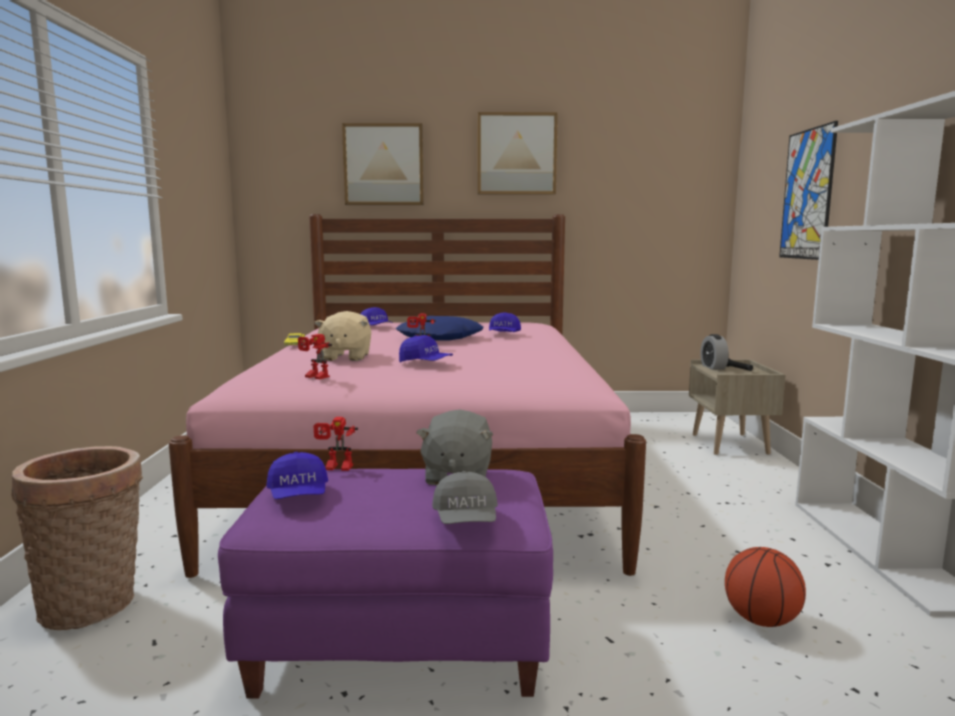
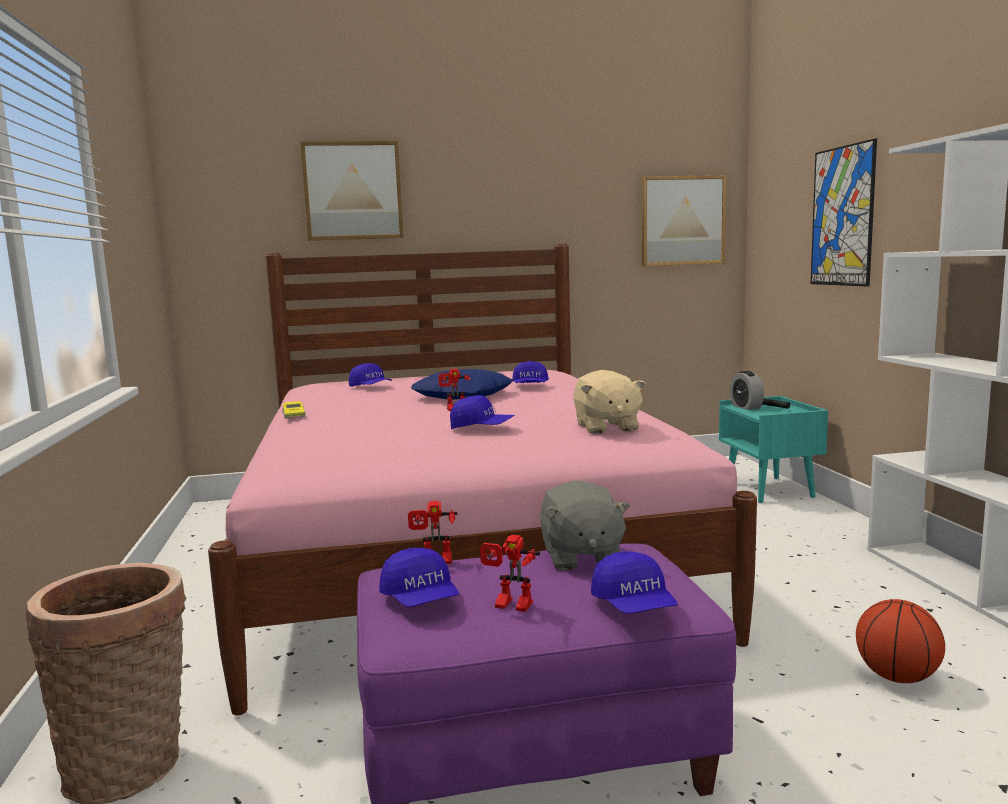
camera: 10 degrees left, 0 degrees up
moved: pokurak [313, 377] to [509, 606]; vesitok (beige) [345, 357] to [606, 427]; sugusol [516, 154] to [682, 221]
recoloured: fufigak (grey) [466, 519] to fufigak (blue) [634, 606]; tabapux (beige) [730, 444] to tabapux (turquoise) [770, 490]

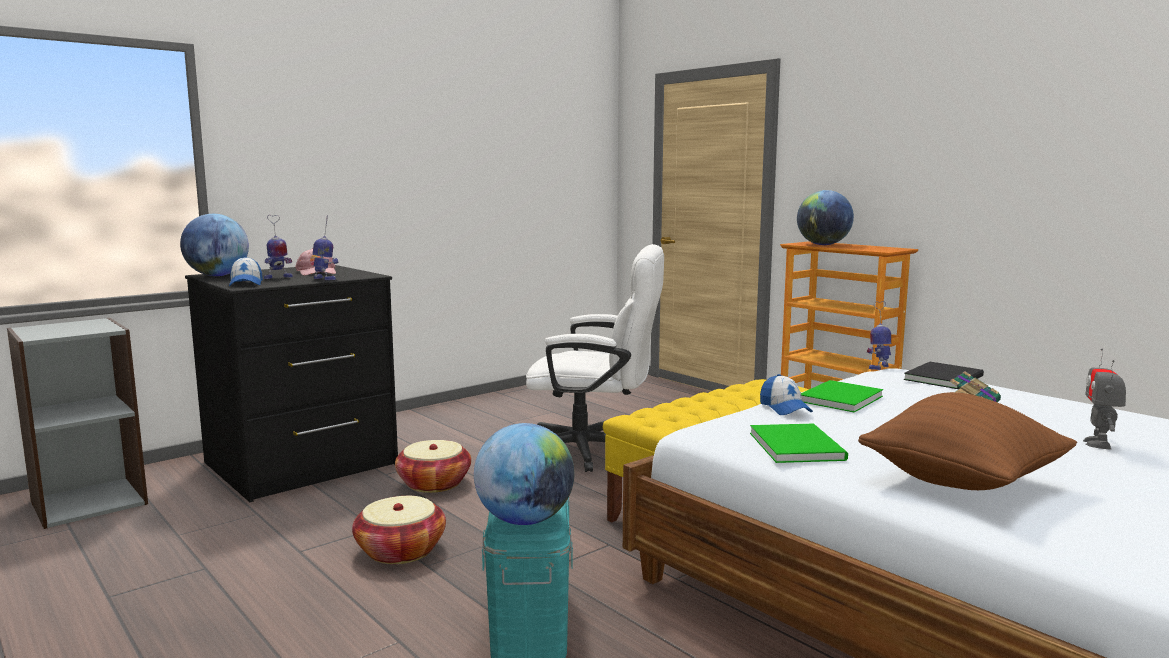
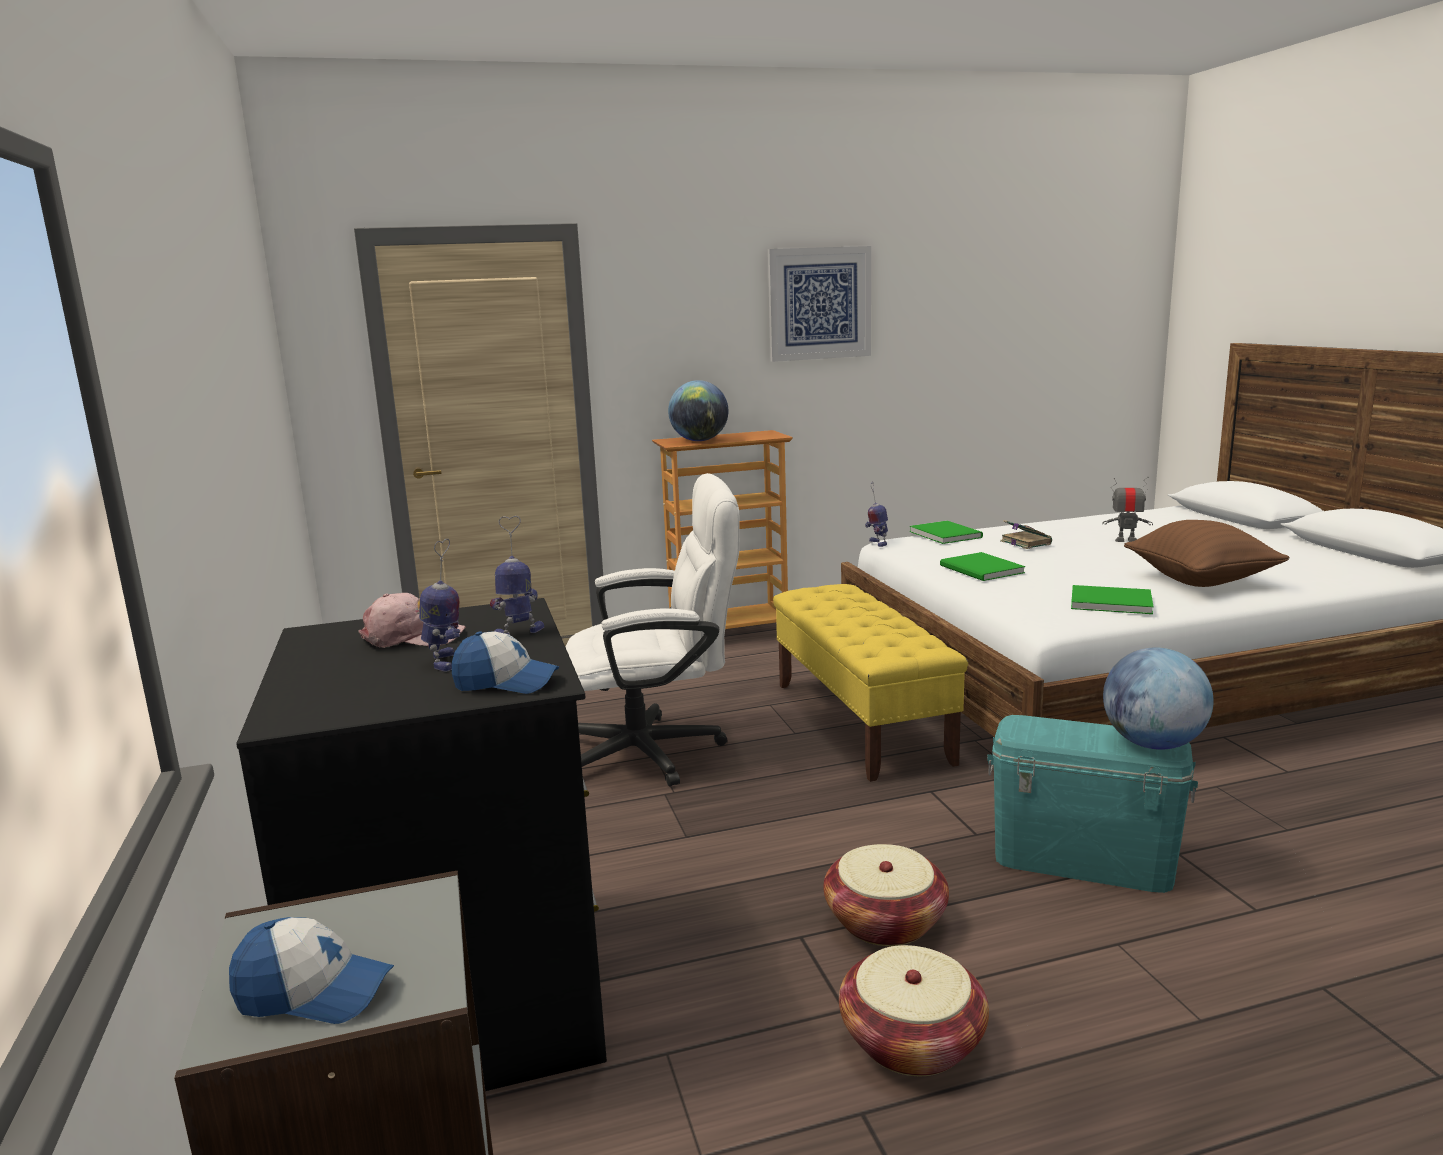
camera: 65 degrees left, 5 degrees up
removed: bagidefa [217, 276]
added: sugusol [819, 303]
moved: fufigak [784, 408] to [314, 993]; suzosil [434, 483] to [912, 1041]
recoloured: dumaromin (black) [946, 378] to dumaromin (green) [945, 534]
turned: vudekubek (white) [594, 451] = [657, 751] 45 degrees clockwise; pokurak [1098, 444] = [1126, 540] 150 degrees clockwise

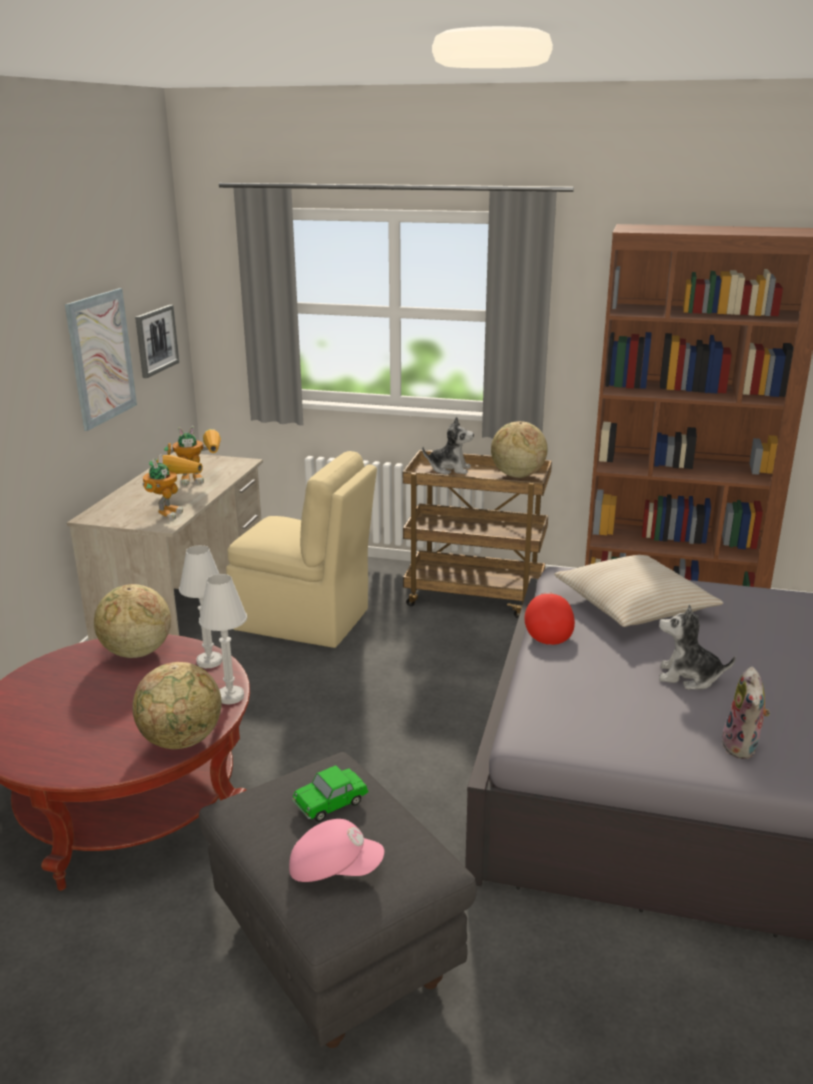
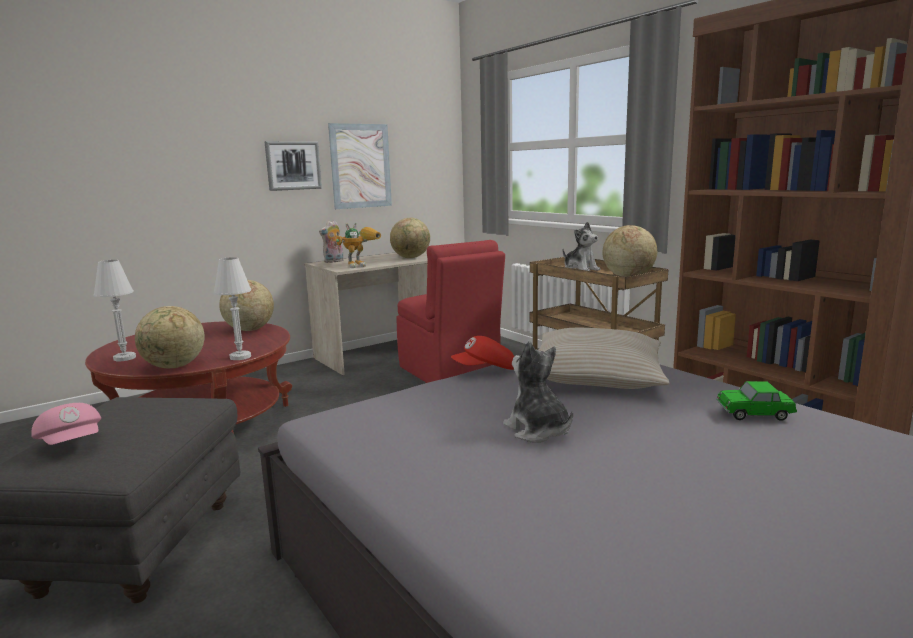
camera: 40 degrees right, 10 degrees down
moved: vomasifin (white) [209, 661] to [124, 358]; sugusol [156, 340] to [293, 165]; vesitok [742, 747] to [334, 261]; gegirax [330, 803] to [754, 414]
replaced: pokurak [201, 479] to bagidefa [411, 258]
recoloured: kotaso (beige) [305, 620] to kotaso (red) [449, 373]
turned: fufigak (red) [547, 629] = [485, 370] 150 degrees counterclockwise

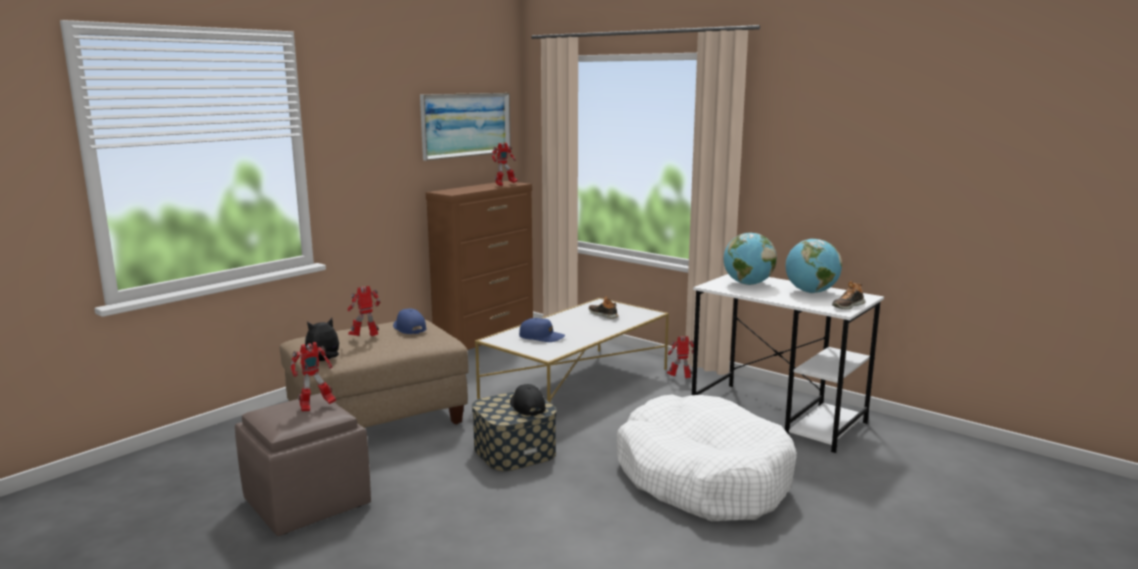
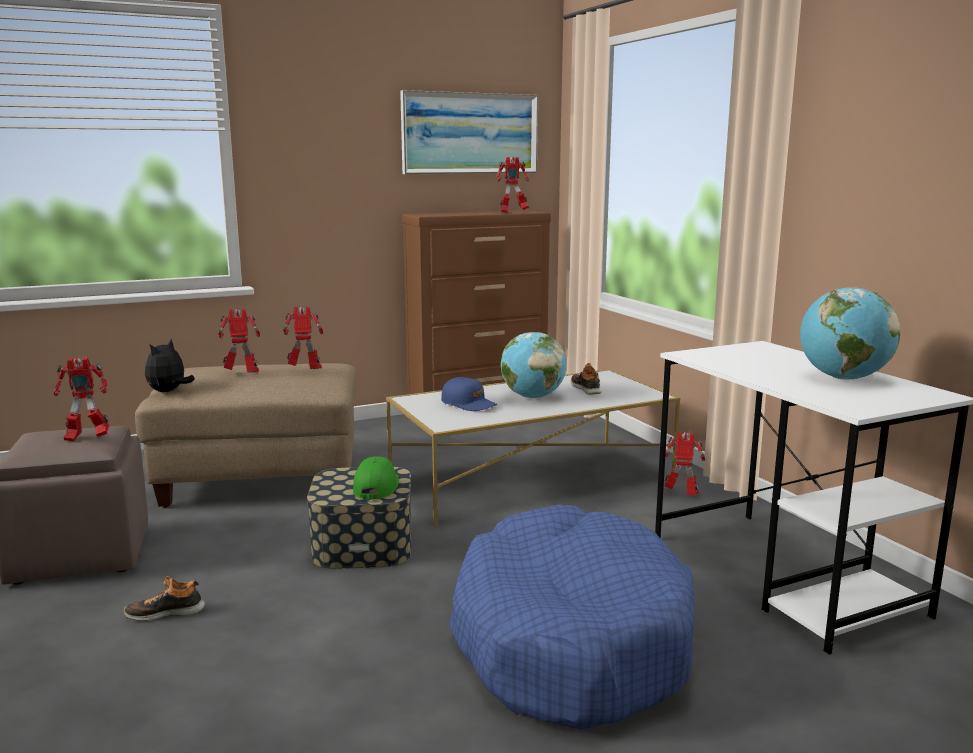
camera: 25 degrees right, 0 degrees up
moved: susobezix [847, 306] to [165, 612]; bagidefa [747, 284] to [532, 397]
replaced: fufigak (blue) [409, 328] to pokurak [305, 370]
recoloured: fufigak (black) [527, 406] to fufigak (green) [376, 487]; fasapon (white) [703, 477] to fasapon (blue) [569, 640]
turned: vesitok [324, 360] = [168, 391] 60 degrees counterclockwise

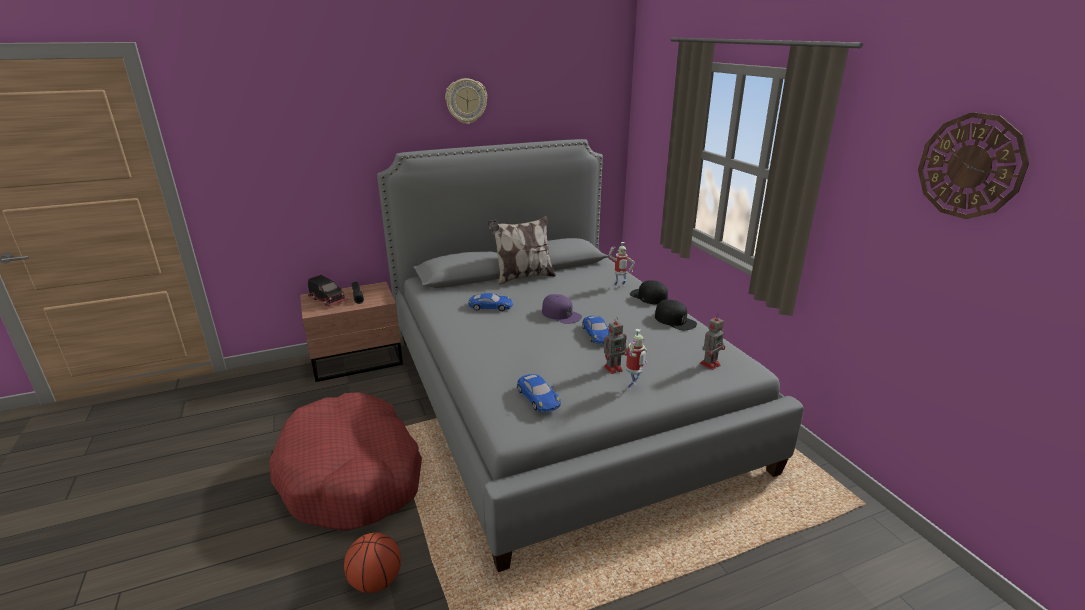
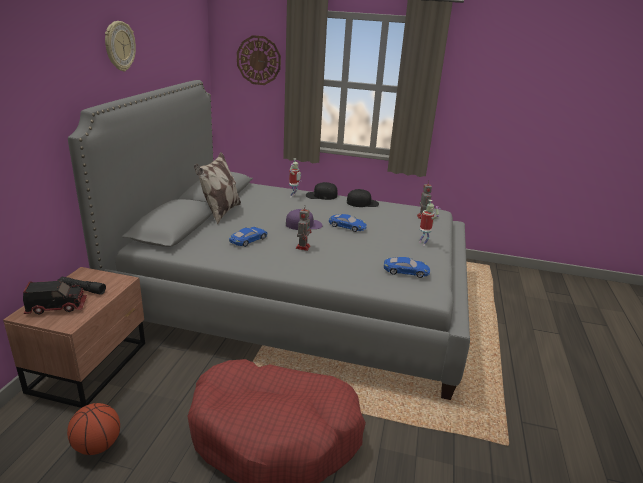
camera: 55 degrees left, 0 degrees up
moved: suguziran [375, 581] to [97, 446]; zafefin [970, 166] to [258, 60]; pokurak [614, 368] to [303, 247]

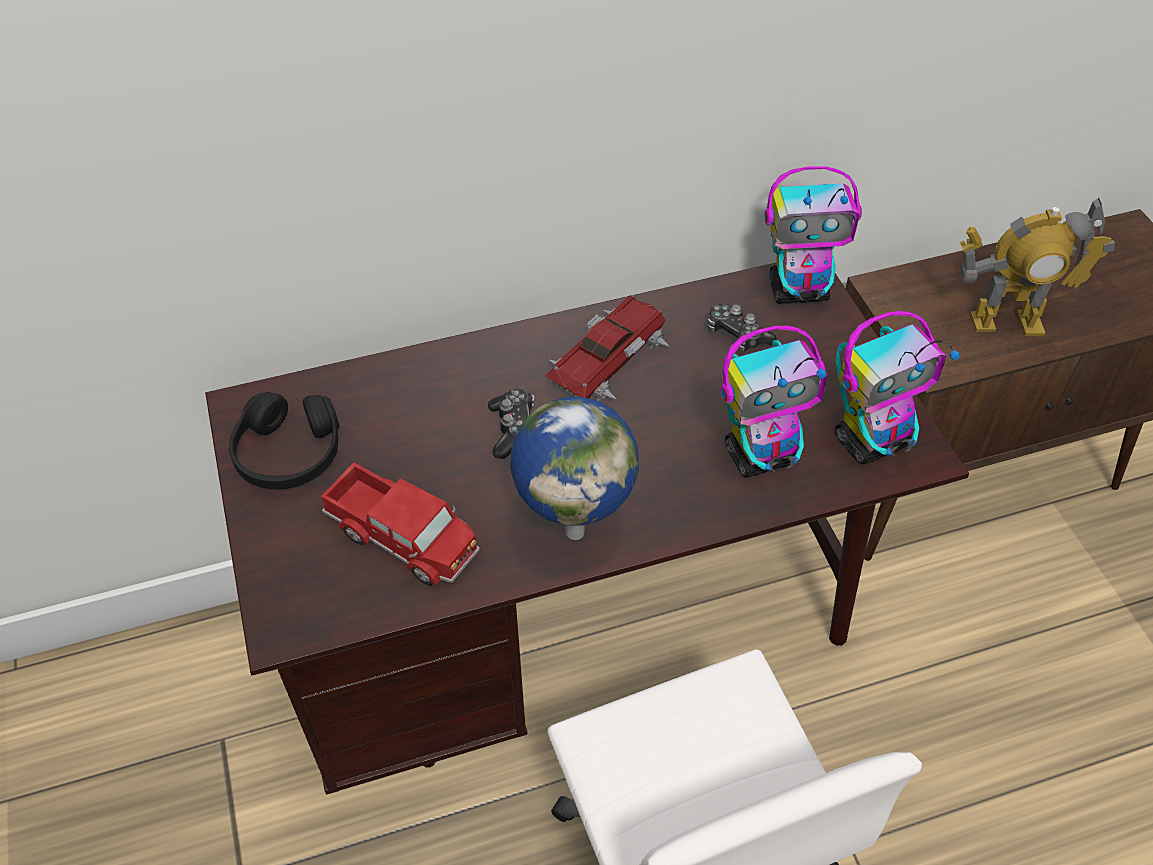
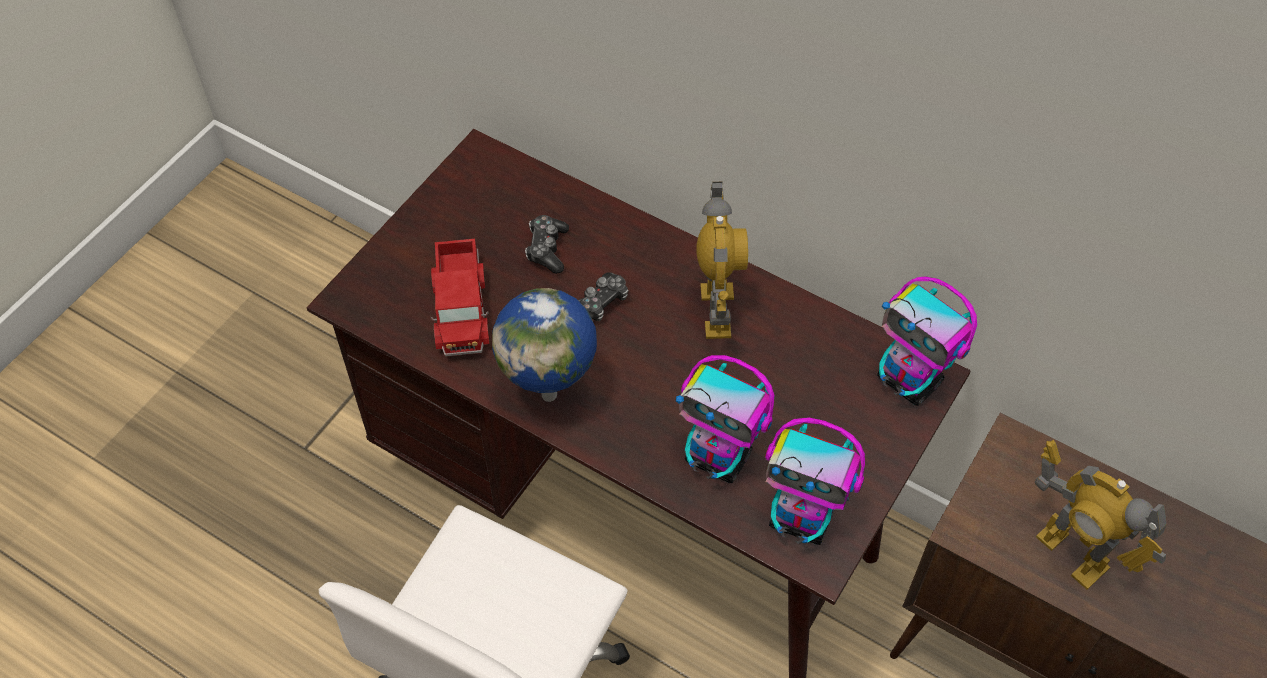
camera: 50 degrees right, 5 degrees up
removed: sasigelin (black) [288, 453]
moved: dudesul [737, 334] to [547, 249]
replaced: gegirax [608, 358] to pokurak [716, 310]

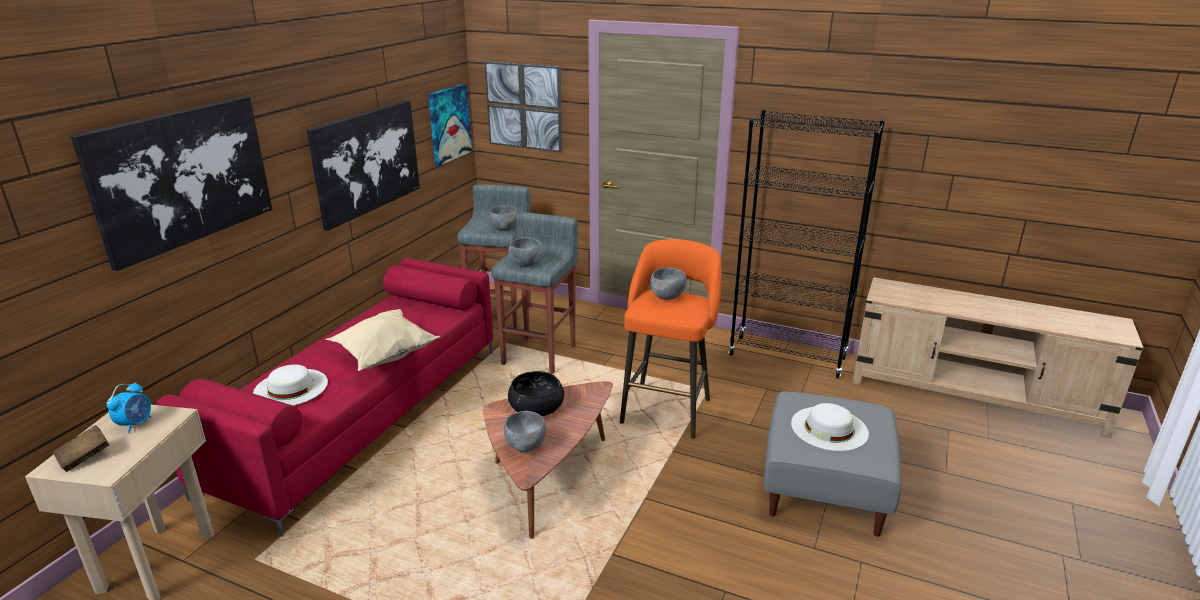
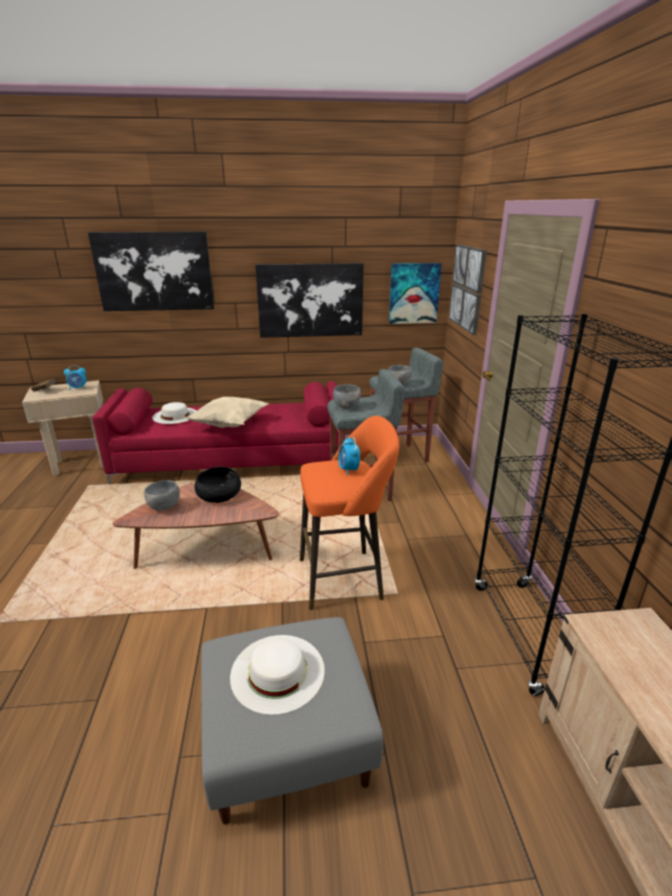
camera: 60 degrees right, 0 degrees up
replaced: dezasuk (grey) [668, 297] to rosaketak [348, 470]

